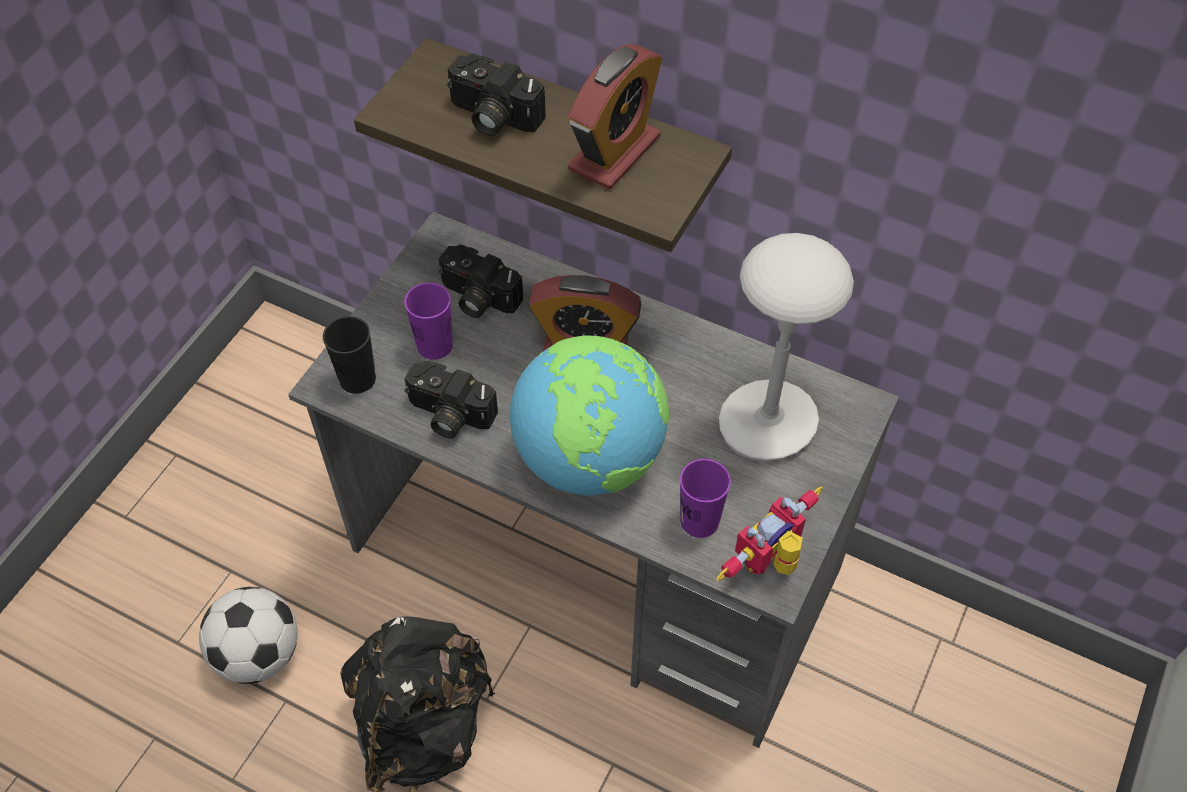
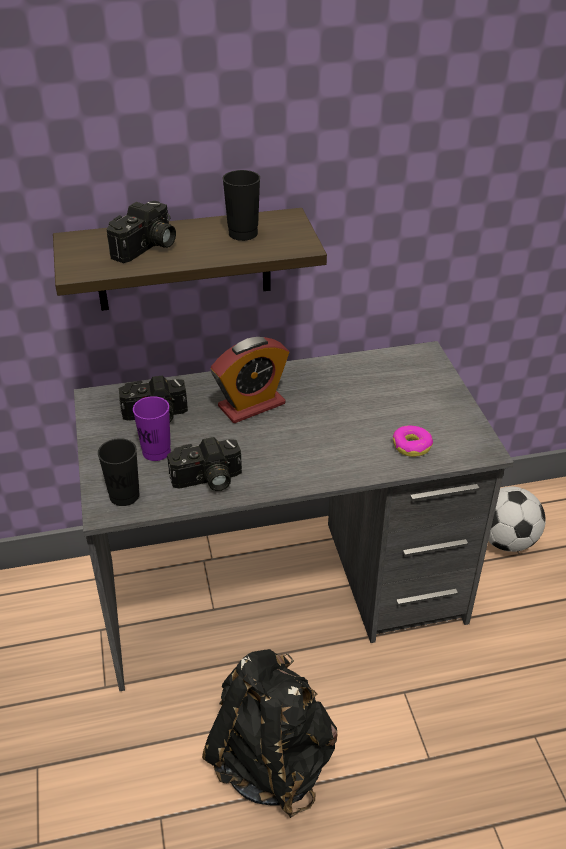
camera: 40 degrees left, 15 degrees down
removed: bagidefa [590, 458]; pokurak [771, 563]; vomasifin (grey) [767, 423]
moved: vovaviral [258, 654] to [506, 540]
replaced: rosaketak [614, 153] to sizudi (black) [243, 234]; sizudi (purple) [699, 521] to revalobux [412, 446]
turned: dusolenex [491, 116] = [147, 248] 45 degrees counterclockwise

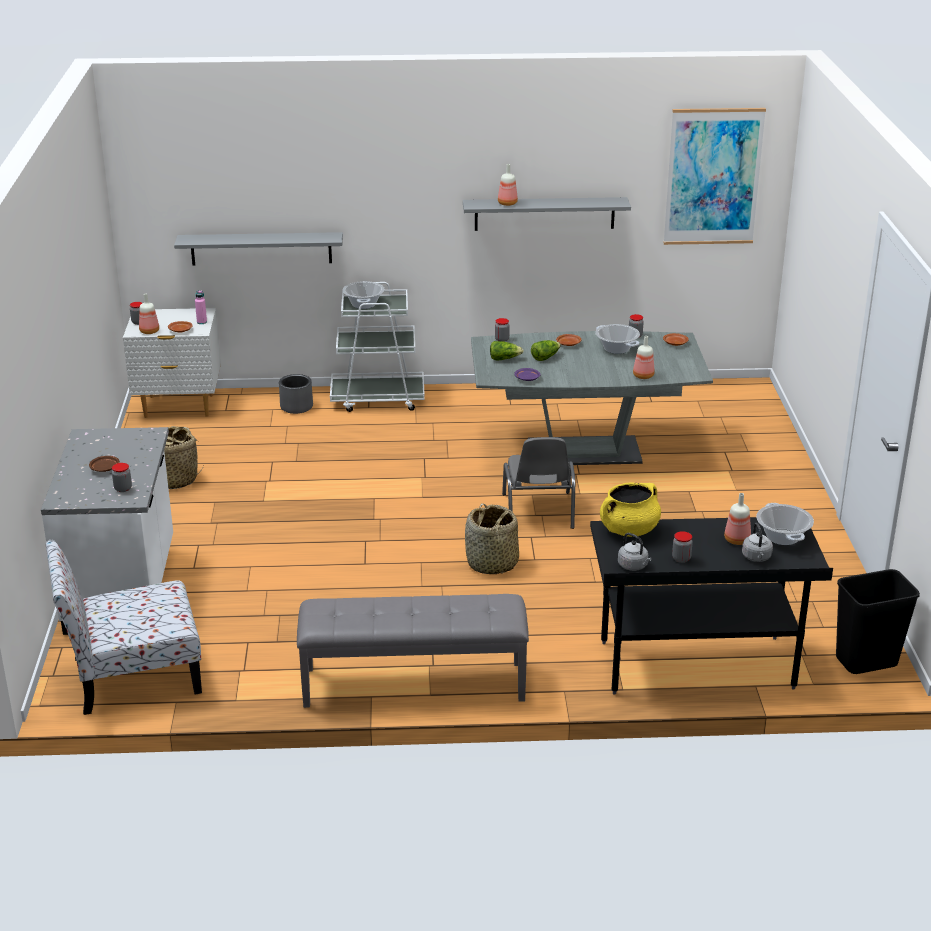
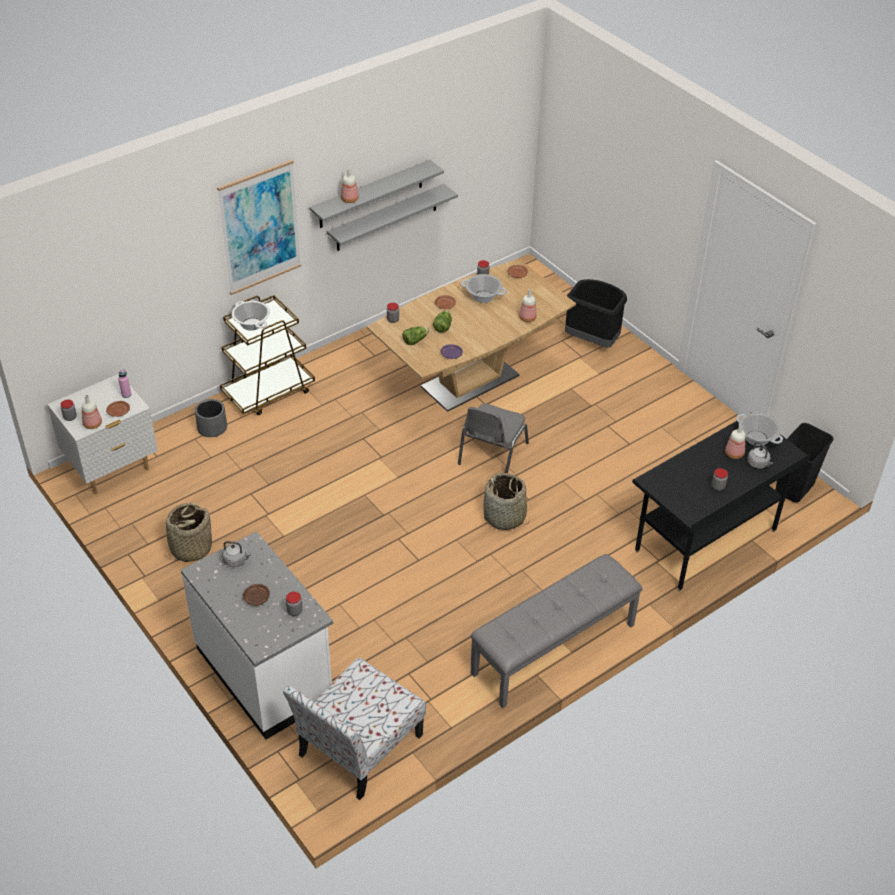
camera: 35 degrees left, 15 degrees up
removed: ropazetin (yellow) [629, 530]
added: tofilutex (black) [592, 340]
moved: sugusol [713, 177] to [260, 227]; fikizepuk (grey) [634, 566] to [236, 561]; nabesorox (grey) [261, 248] to [386, 218]
recoloured: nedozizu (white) [378, 399] to nedozizu (brown) [269, 391]; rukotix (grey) [584, 452] to rukotix (brown) [470, 381]
turned: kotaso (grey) [538, 512] = [491, 454] 60 degrees clockwise

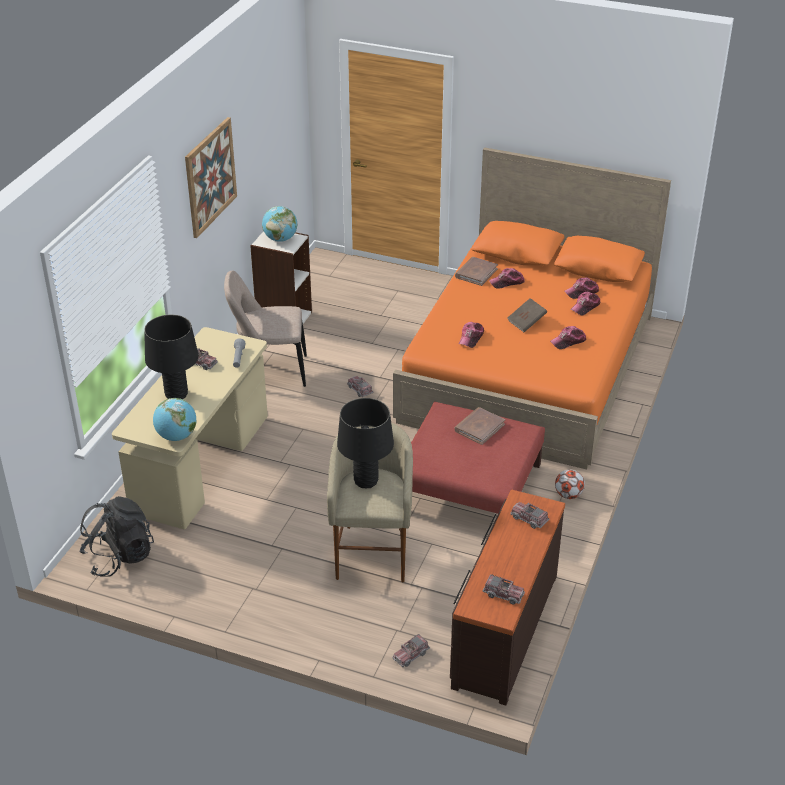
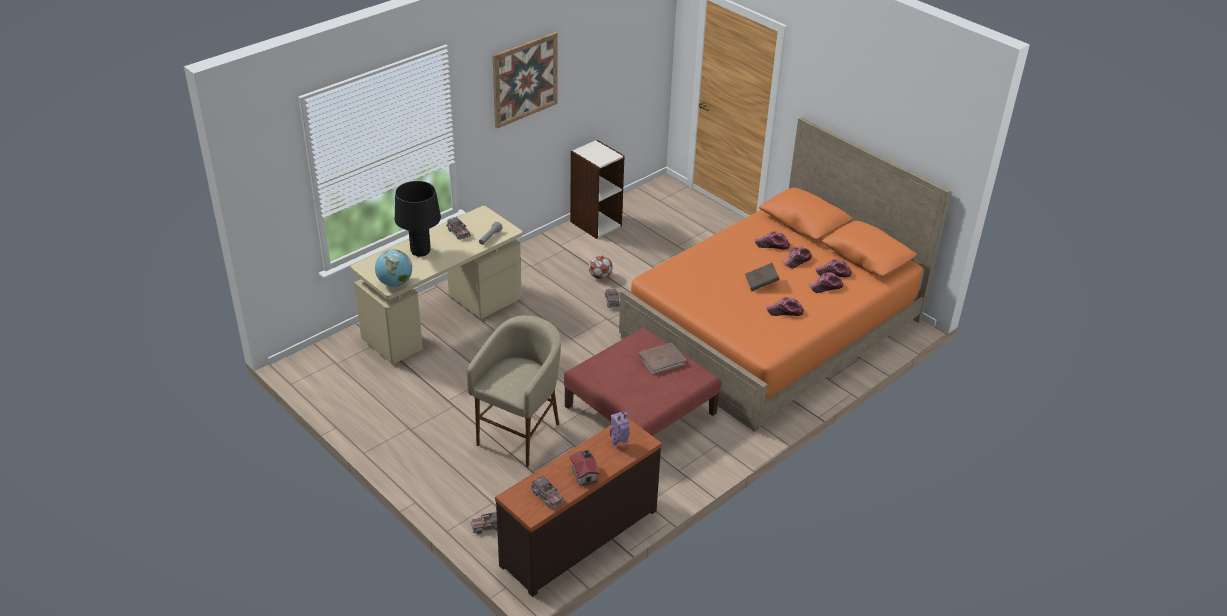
camera: 25 degrees right, 0 degrees up
removed: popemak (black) [119, 557]; kotaso (beige) [269, 372]; bagidefa [280, 239]; vomasifin (black) [366, 481]; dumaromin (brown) [476, 273]
added: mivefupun [584, 474]
moved: vovaviral [568, 495] to [600, 276]; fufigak [471, 338] to [796, 260]
replaced: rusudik [529, 519] to pokurak [619, 445]

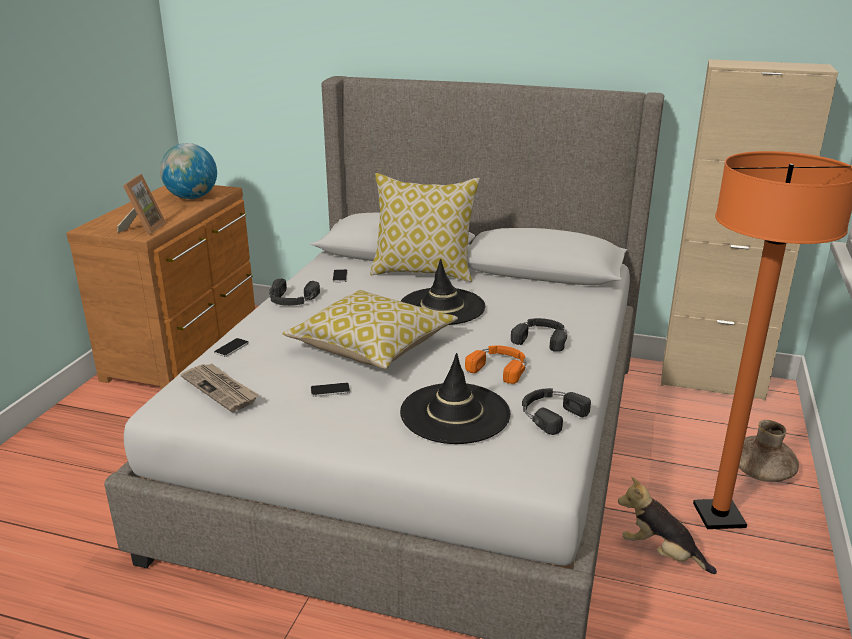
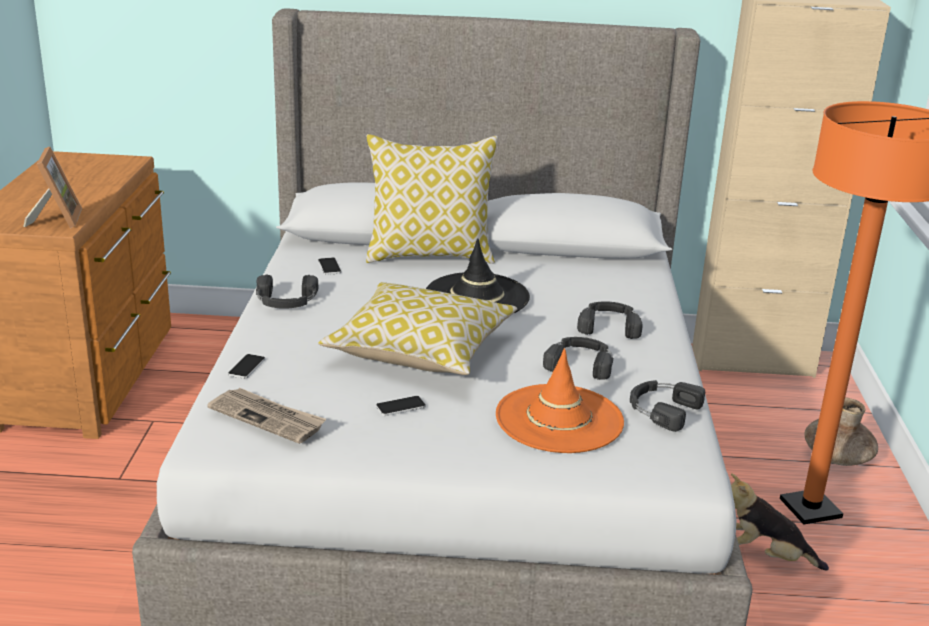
camera: 15 degrees left, 0 degrees up
removed: bagidefa [192, 198]
recoloured: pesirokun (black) [455, 413] to pesirokun (orange) [559, 419]; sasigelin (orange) [499, 367] to sasigelin (black) [580, 362]

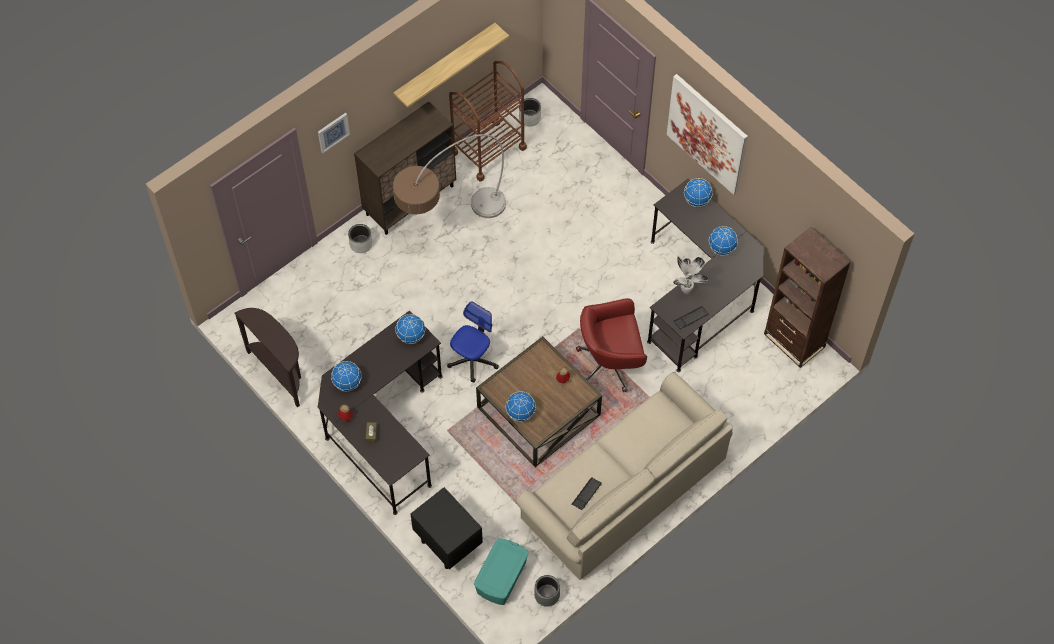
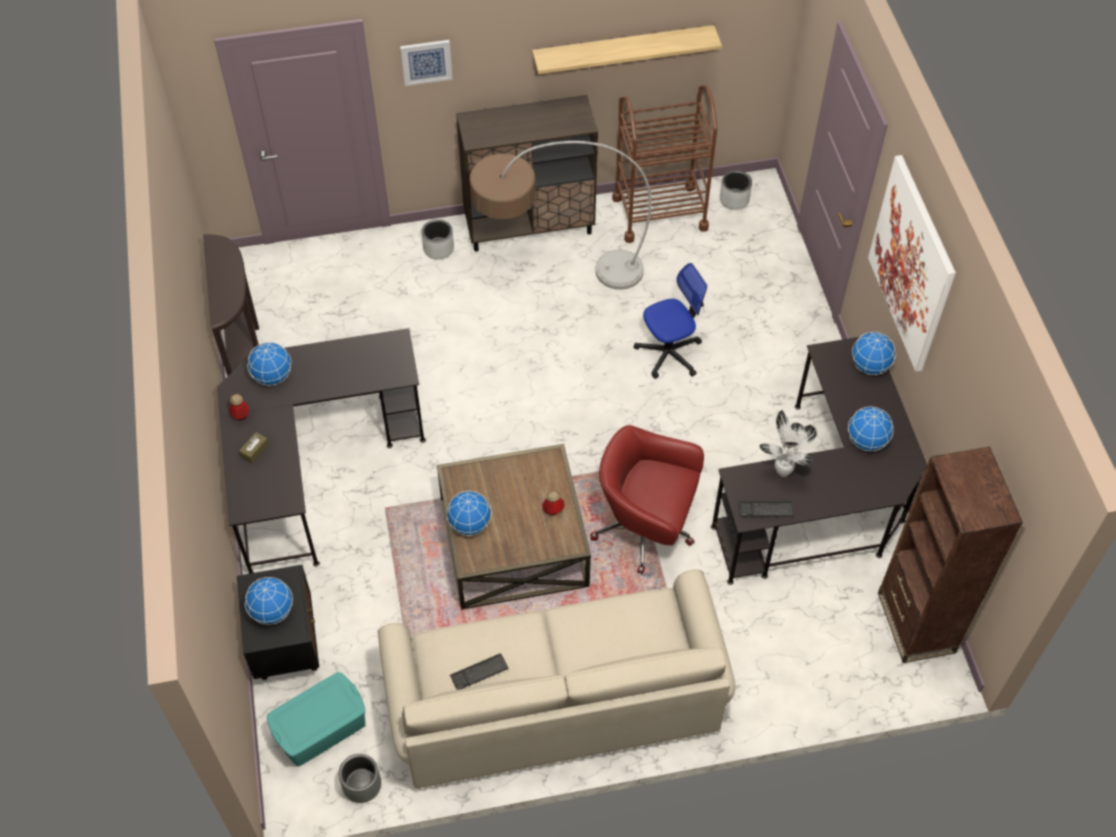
camera: 30 degrees right, 5 degrees down
moved: bagidefa [411, 336] to [272, 611]; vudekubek [472, 360] to [669, 353]

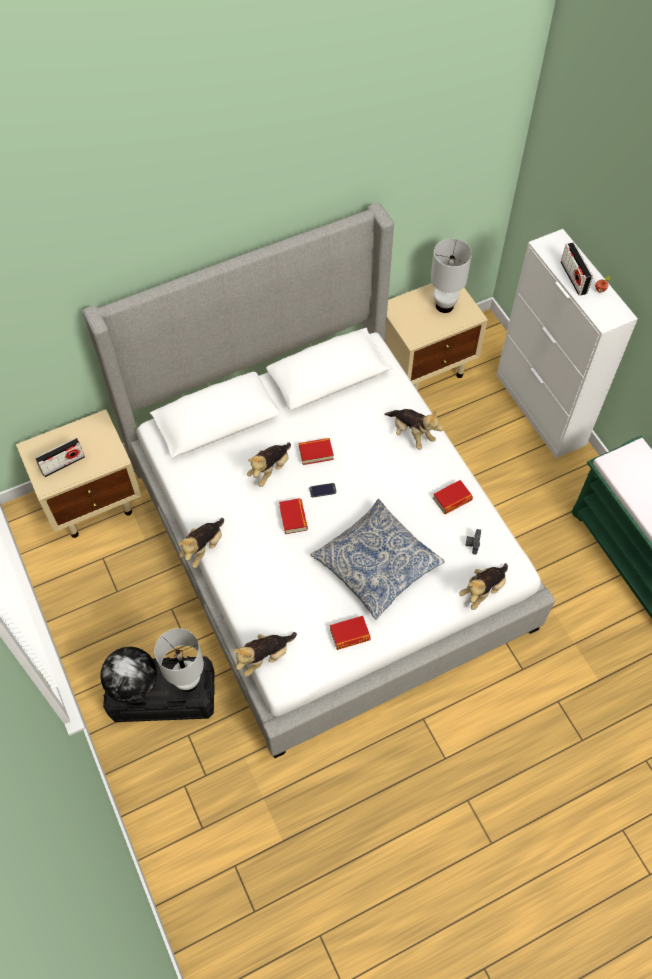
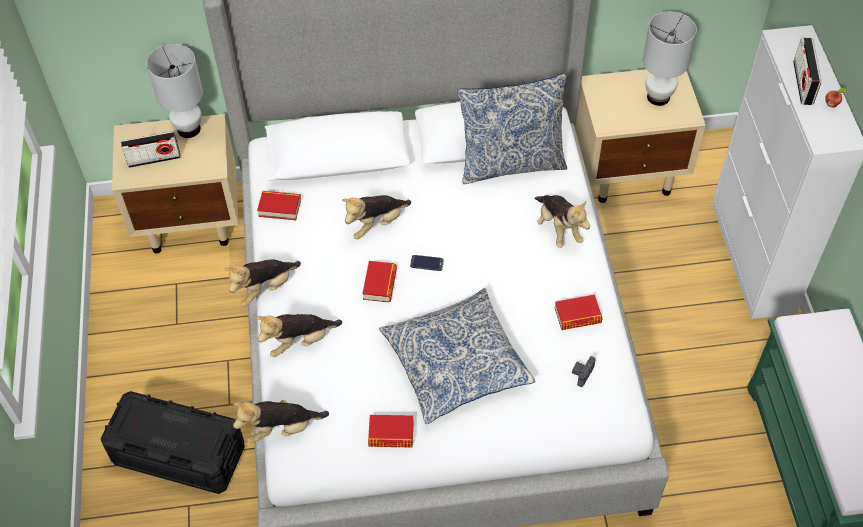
camera: 20 degrees right, 5 degrees down
removed: bagidefa [133, 684]
added: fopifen [511, 162]
moved: vomasifin (white) [188, 681] to [189, 129]; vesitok [483, 590] to [299, 341]; dumaromin [316, 453] to [279, 208]

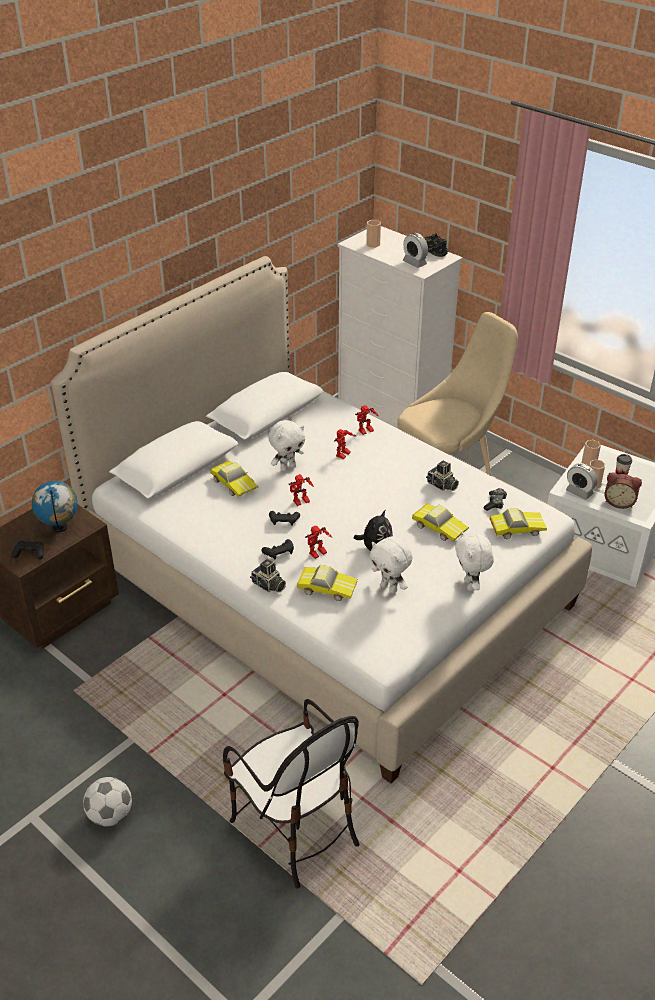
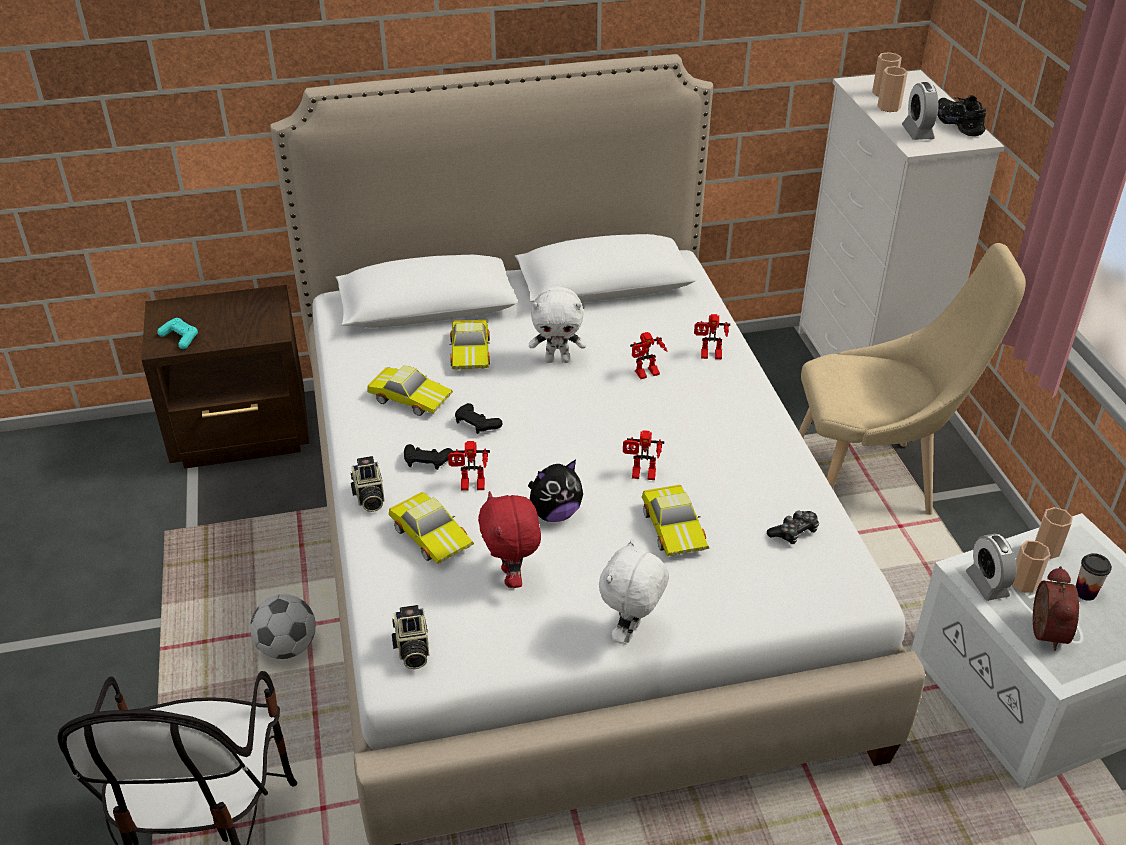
camera: 35 degrees right, 0 degrees up
removed: bagidefa [60, 528]
added: sizudi [889, 107]
moved: vovaviral [110, 815] to [287, 647]; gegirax [516, 528] to [410, 397]; dusolenex [442, 485] to [412, 648]; pokurak [301, 502] to [641, 476]
recoloured: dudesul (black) [30, 553] to dudesul (turquoise) [180, 338]; vesitok (white) [389, 588] to vesitok (red) [512, 577]
turned: rosaketak [619, 502] = [1043, 631] 135 degrees counterclockwise

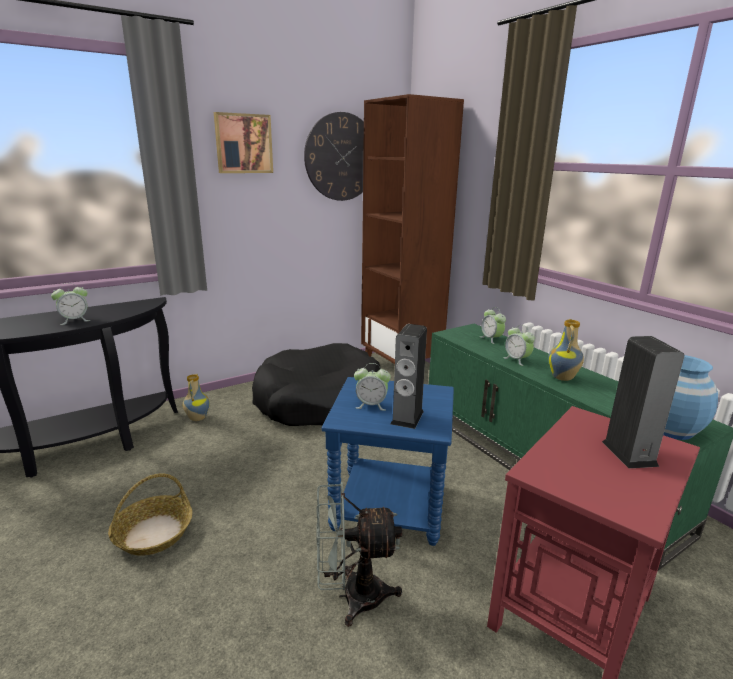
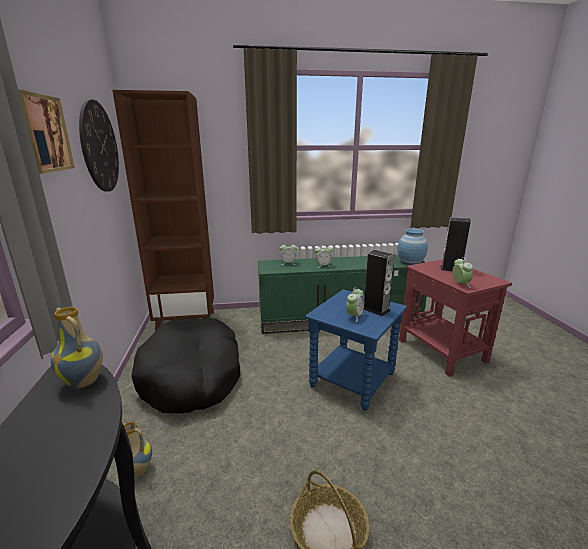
camera: 65 degrees left, 0 degrees up
removed: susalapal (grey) [352, 596]
moved: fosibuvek [563, 378] to [85, 381]; rosaketak [75, 320] to [460, 284]

